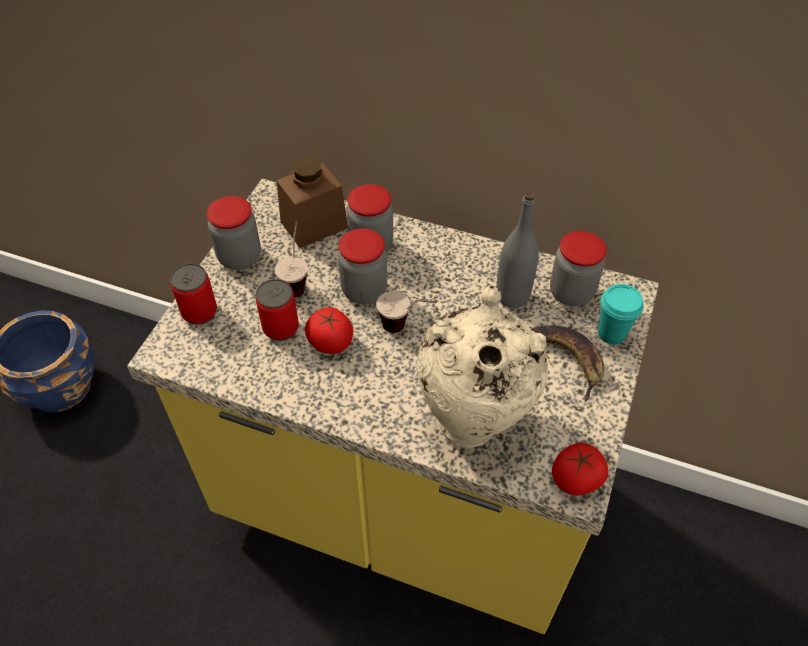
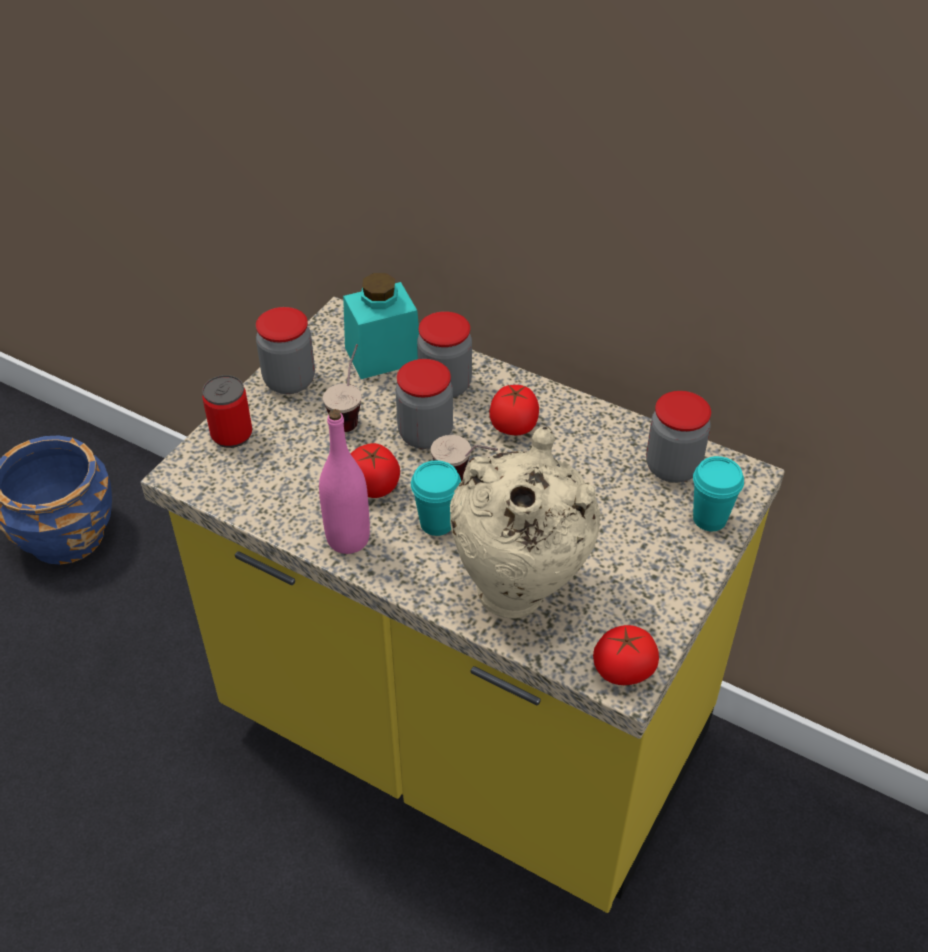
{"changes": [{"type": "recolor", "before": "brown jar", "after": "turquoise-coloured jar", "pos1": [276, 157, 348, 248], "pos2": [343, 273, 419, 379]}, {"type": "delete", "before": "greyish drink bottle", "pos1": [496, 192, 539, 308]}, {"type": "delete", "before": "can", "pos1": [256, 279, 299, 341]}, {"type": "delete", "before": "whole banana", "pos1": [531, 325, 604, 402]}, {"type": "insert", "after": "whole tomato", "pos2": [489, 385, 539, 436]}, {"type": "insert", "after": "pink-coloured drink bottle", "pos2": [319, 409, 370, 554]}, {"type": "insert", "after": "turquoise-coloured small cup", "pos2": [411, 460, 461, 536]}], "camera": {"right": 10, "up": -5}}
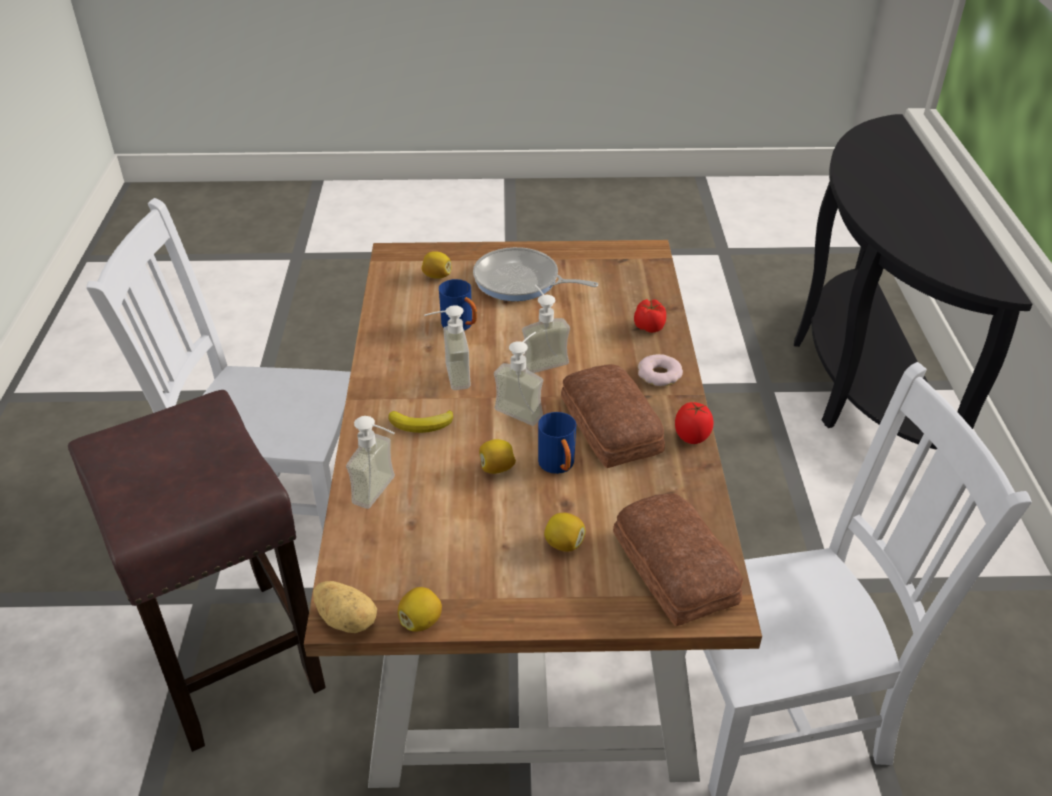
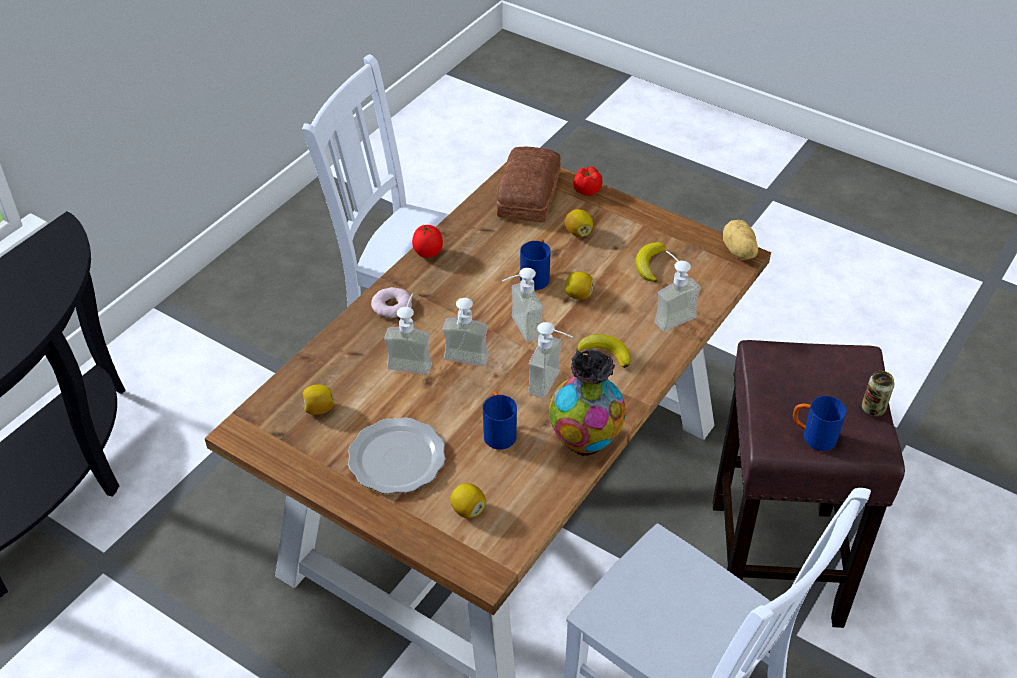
{"changes": [{"type": "replace", "before": "frying pan", "after": "dinner plate", "pos1": [473, 247, 598, 301], "pos2": [348, 418, 445, 494]}, {"type": "move", "before": "whole tomato", "pos1": [634, 299, 666, 333], "pos2": [573, 167, 602, 196]}, {"type": "delete", "before": "bread", "pos1": [561, 364, 665, 468]}, {"type": "move", "before": "citrus fruit", "pos1": [398, 587, 442, 632], "pos2": [303, 384, 335, 415]}, {"type": "insert", "after": "whole banana", "pos2": [635, 242, 666, 283]}, {"type": "insert", "after": "soap dispenser", "pos2": [384, 294, 432, 375]}, {"type": "insert", "after": "flower vase", "pos2": [549, 349, 626, 456]}, {"type": "insert", "after": "can", "pos2": [862, 371, 895, 416]}, {"type": "insert", "after": "blue-coloured coffee mug", "pos2": [793, 396, 846, 451]}], "camera": {"right": -145, "up": 5}}
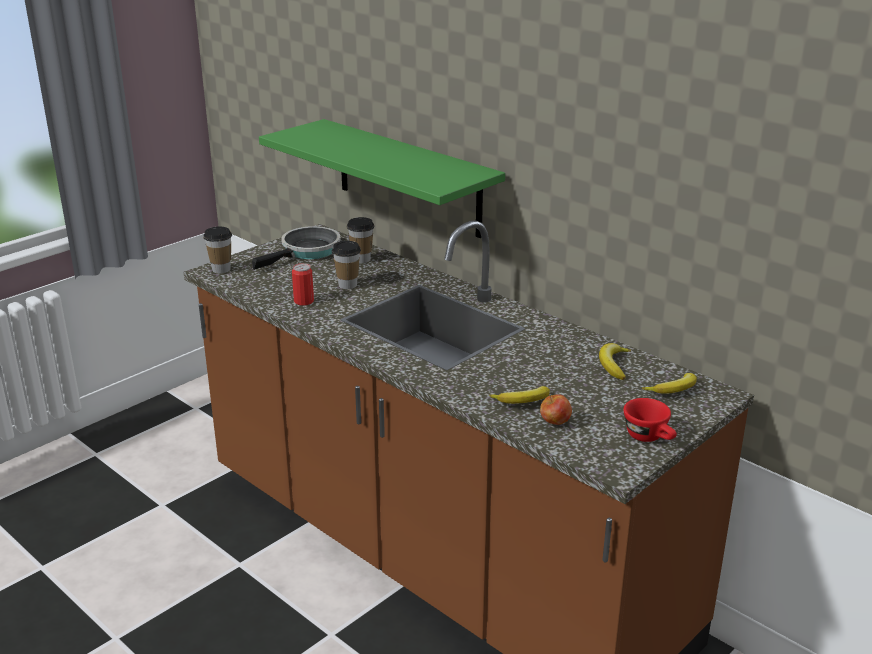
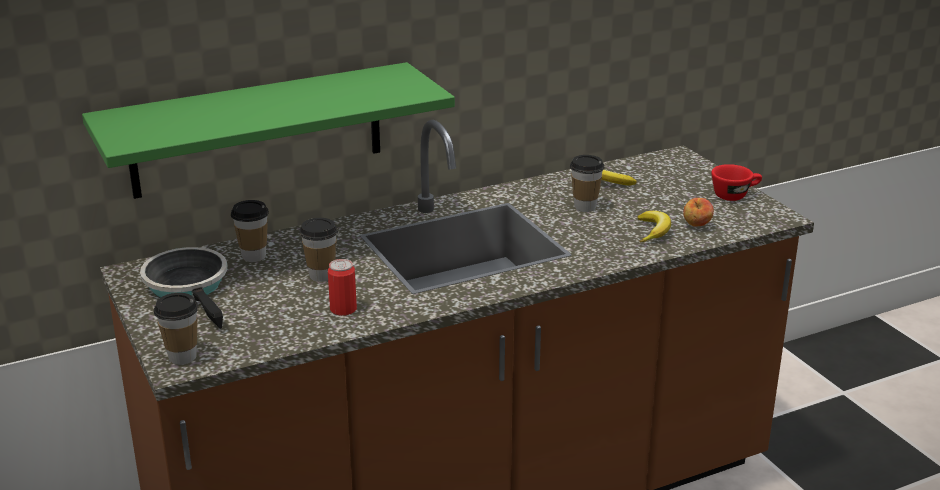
{"changes": [{"type": "delete", "before": "whole banana", "pos1": [642, 373, 697, 394]}, {"type": "insert", "after": "small cup", "pos2": [570, 155, 605, 212]}], "camera": {"right": -70, "up": 0}}
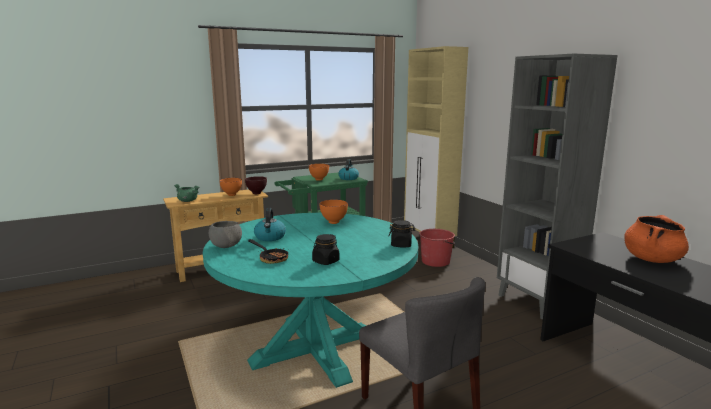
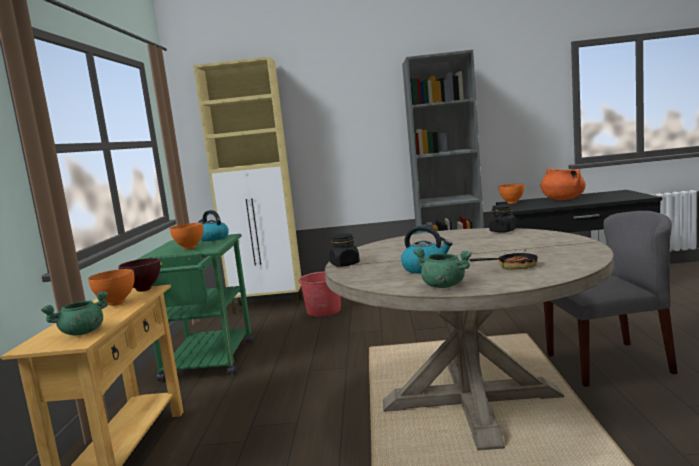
{"changes": [{"type": "move", "before": "orangey bowl", "pos1": [320, 200, 348, 224], "pos2": [498, 184, 524, 204]}, {"type": "recolor", "before": "turquoise-coloured kitchen table", "after": "sand-coloured kitchen table", "pos1": [203, 213, 418, 388], "pos2": [325, 228, 614, 450]}, {"type": "replace", "before": "greyish bowl", "after": "greenish cooking pot", "pos1": [209, 221, 242, 248], "pos2": [413, 248, 472, 288]}, {"type": "move", "before": "black jar", "pos1": [312, 234, 340, 265], "pos2": [329, 233, 360, 266]}], "camera": {"right": -60, "up": -5}}
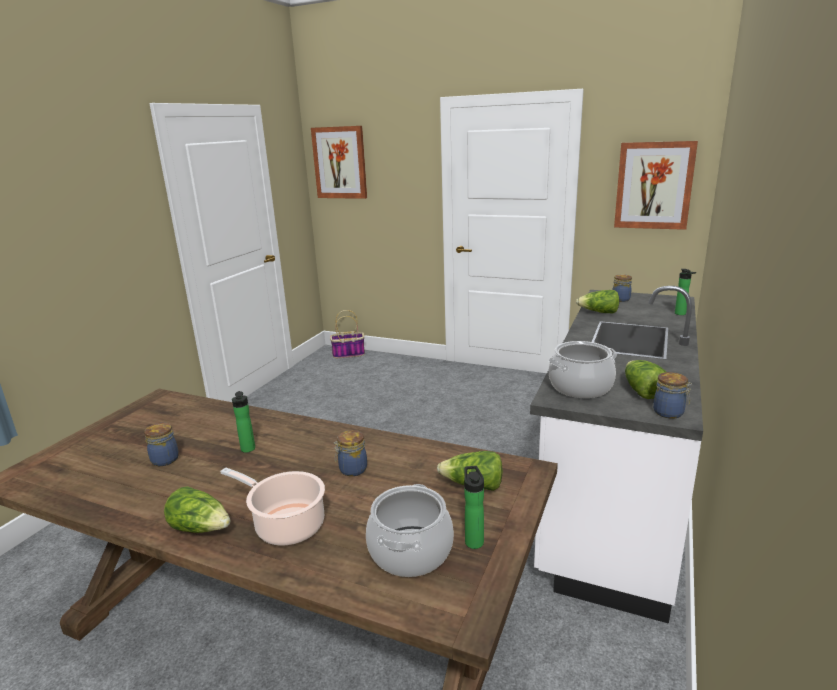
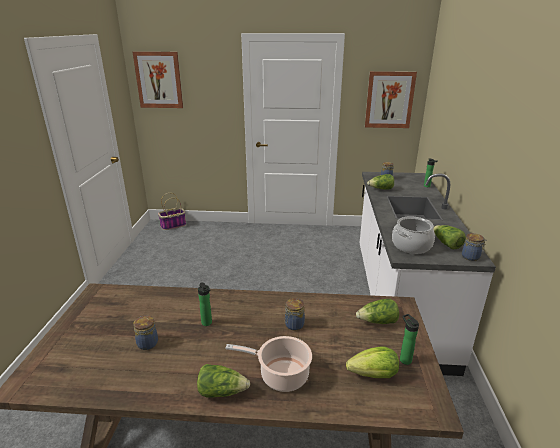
{"changes": [{"type": "replace", "before": "cooking pot", "after": "lettuce", "pos1": [366, 484, 454, 577], "pos2": [346, 347, 399, 378]}], "camera": {"right": -20, "up": 5}}
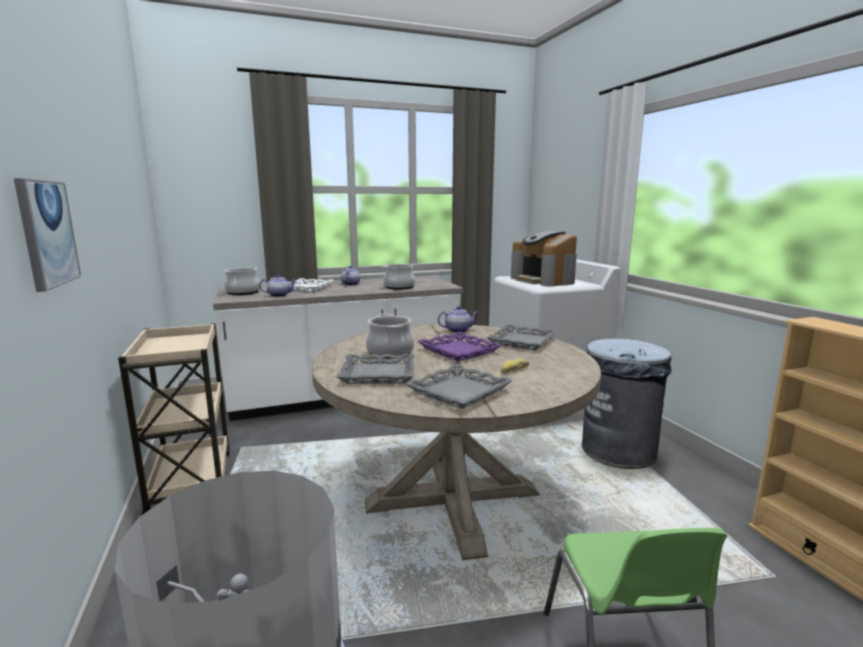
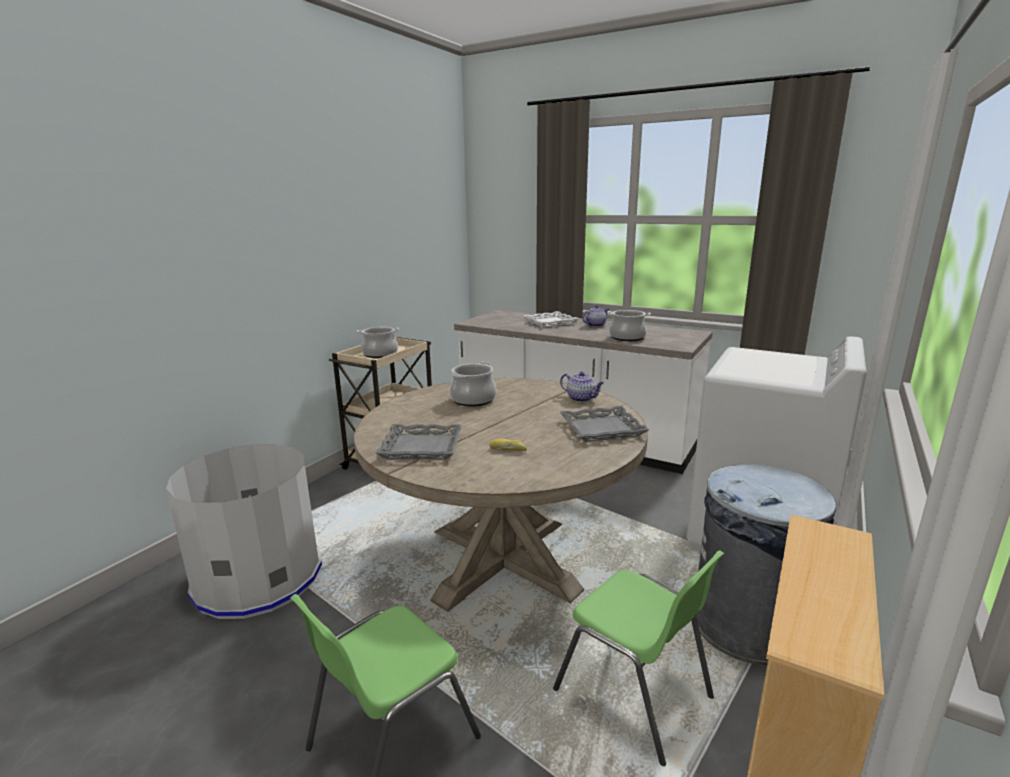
{"changes": [{"type": "delete", "before": "picture", "pos1": [14, 178, 81, 292]}, {"type": "delete", "before": "coffee maker", "pos1": [511, 231, 577, 287]}, {"type": "move", "before": "cooking pot", "pos1": [223, 266, 260, 295], "pos2": [357, 327, 399, 358]}, {"type": "delete", "before": "tea pot", "pos1": [259, 274, 297, 297]}, {"type": "delete", "before": "purple-coloured tray", "pos1": [418, 332, 502, 361]}, {"type": "delete", "before": "greyish tray", "pos1": [337, 354, 414, 384]}, {"type": "insert", "after": "greenish upright chair", "pos2": [553, 550, 724, 766]}], "camera": {"right": 50, "up": 5}}
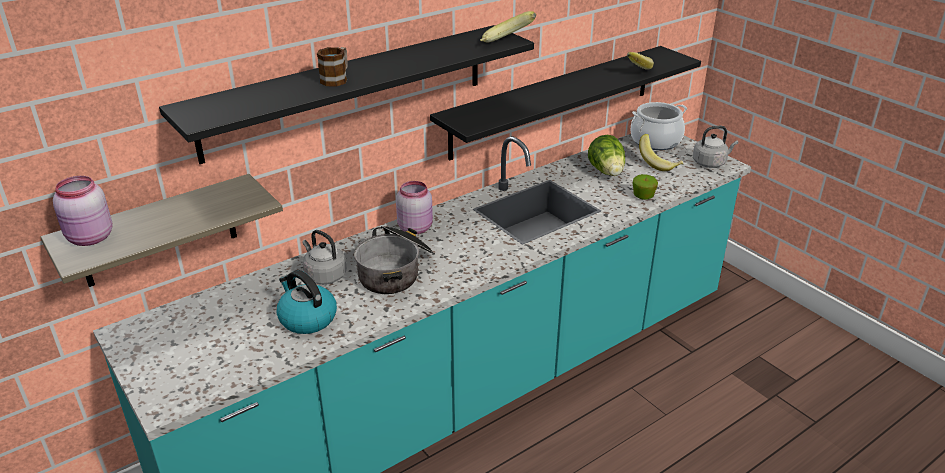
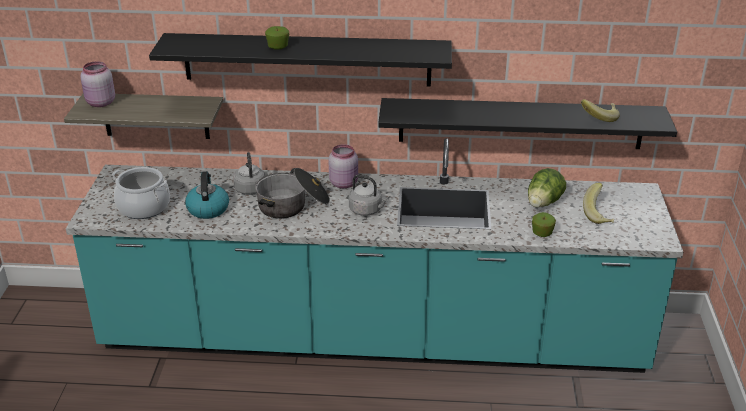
{"changes": [{"type": "delete", "before": "whole banana", "pos1": [480, 11, 536, 42]}, {"type": "replace", "before": "coffee mug", "after": "apple", "pos1": [317, 47, 348, 86], "pos2": [265, 26, 289, 50]}, {"type": "move", "before": "cooking pot", "pos1": [631, 102, 687, 150], "pos2": [112, 167, 170, 219]}, {"type": "move", "before": "greyish water kettle", "pos1": [693, 126, 738, 168], "pos2": [349, 174, 388, 216]}], "camera": {"right": 40, "up": 0}}
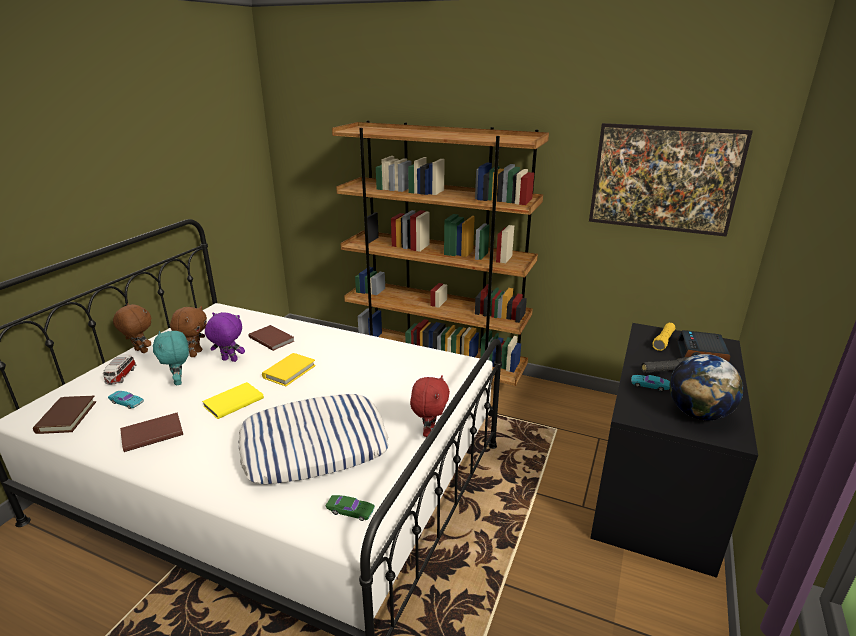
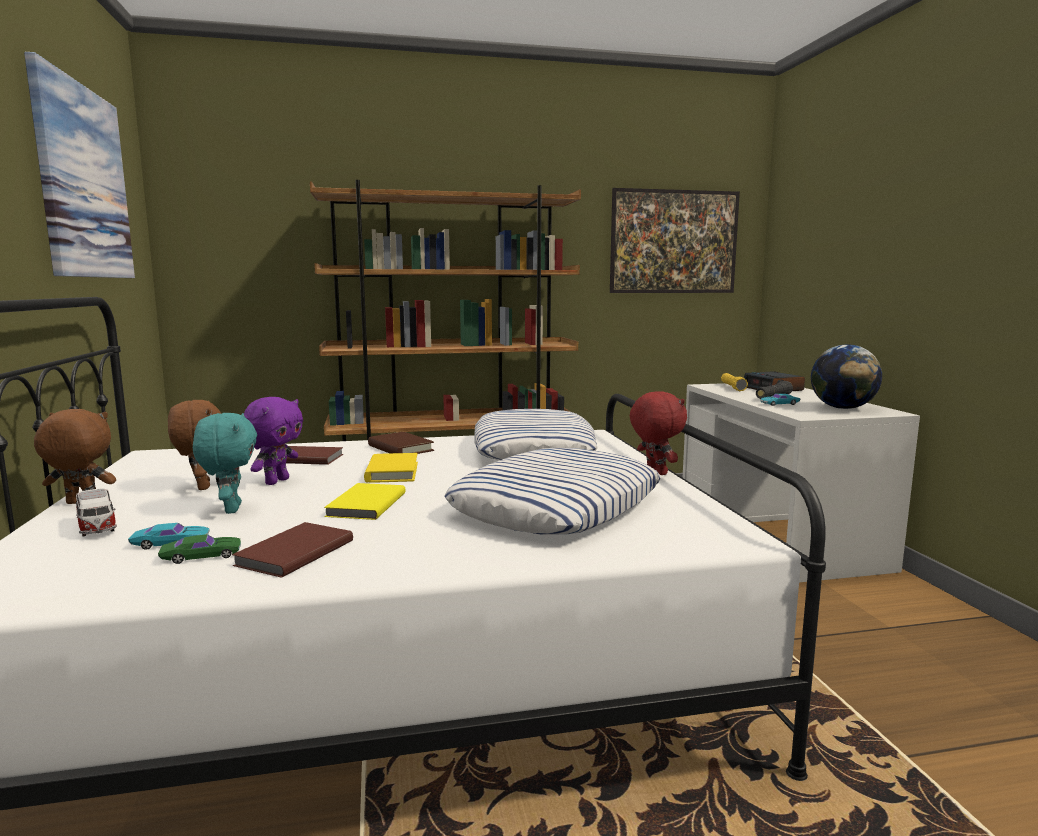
{"changes": [{"type": "rotate", "before": "purple-coloured plush toy", "pos1": [205, 312, 245, 362], "pos2": [244, 397, 303, 485], "turn": 135}, {"type": "recolor", "before": "black desk table", "after": "white-coloured desk table", "pos1": [590, 323, 758, 578], "pos2": [683, 383, 920, 582]}, {"type": "rotate", "before": "turquoise-coloured plush toy", "pos1": [153, 331, 189, 385], "pos2": [193, 413, 257, 514], "turn": -135}, {"type": "move", "before": "brown book", "pos1": [33, 396, 96, 434], "pos2": [368, 432, 434, 454]}, {"type": "move", "before": "greenish model car", "pos1": [326, 495, 375, 521], "pos2": [158, 534, 241, 564]}, {"type": "insert", "after": "picture", "pos2": [24, 52, 135, 278]}, {"type": "insert", "after": "throw pillow", "pos2": [474, 409, 598, 460]}], "camera": {"right": -35, "up": -15}}
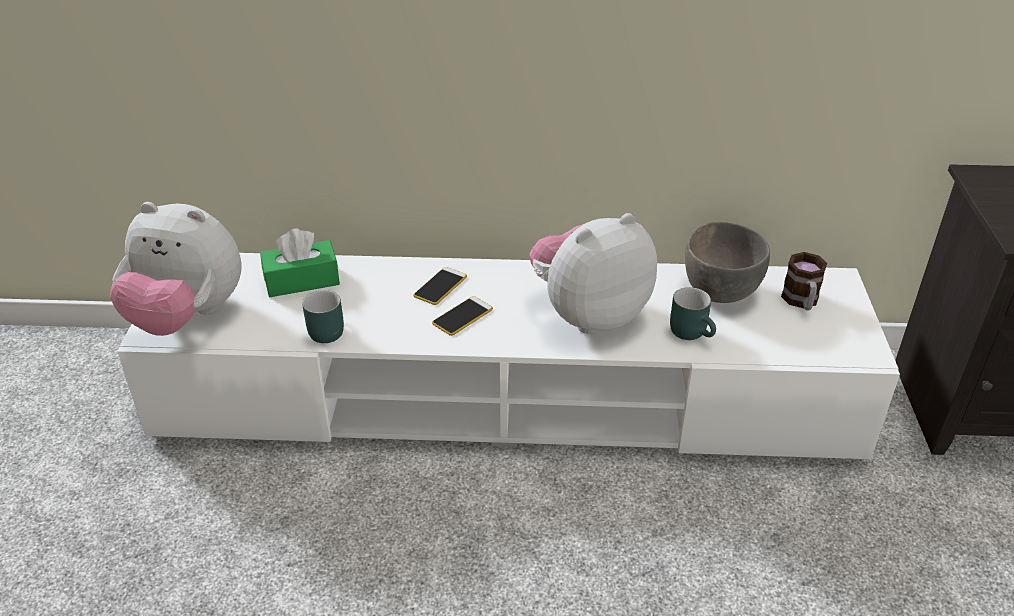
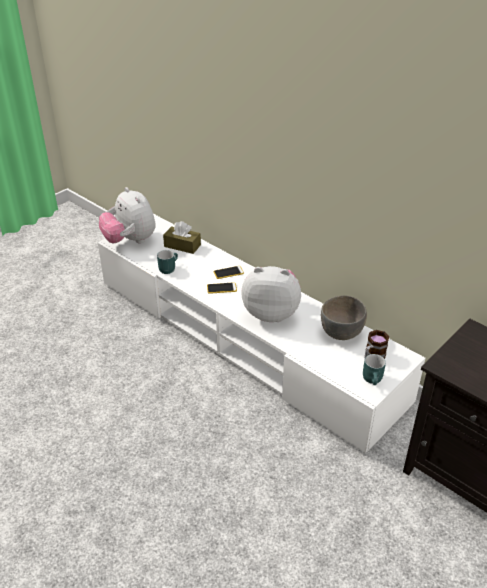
{"changes": [{"type": "recolor", "before": "greenish box of tissues", "after": "brown box of tissues", "pos1": [260, 228, 340, 297], "pos2": [163, 221, 201, 254]}, {"type": "move", "before": "turquoise-coloured coffee mug", "pos1": [670, 287, 716, 340], "pos2": [363, 354, 386, 385]}], "camera": {"right": 40, "up": 0}}
